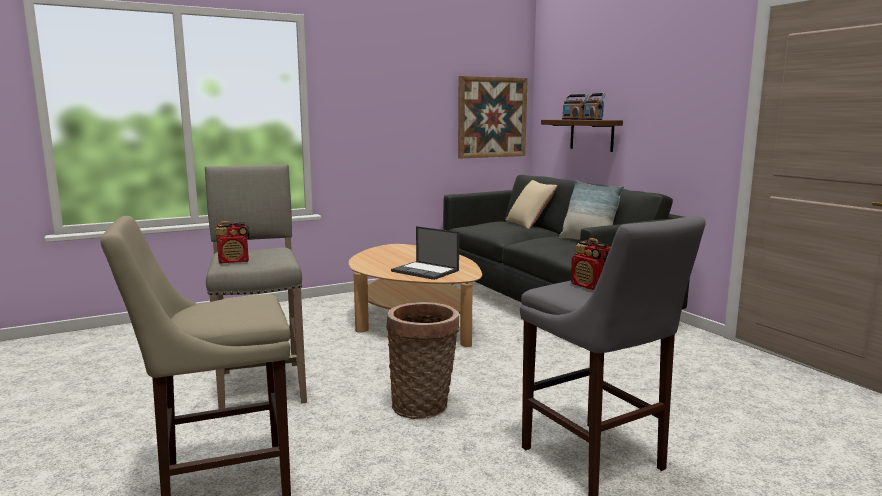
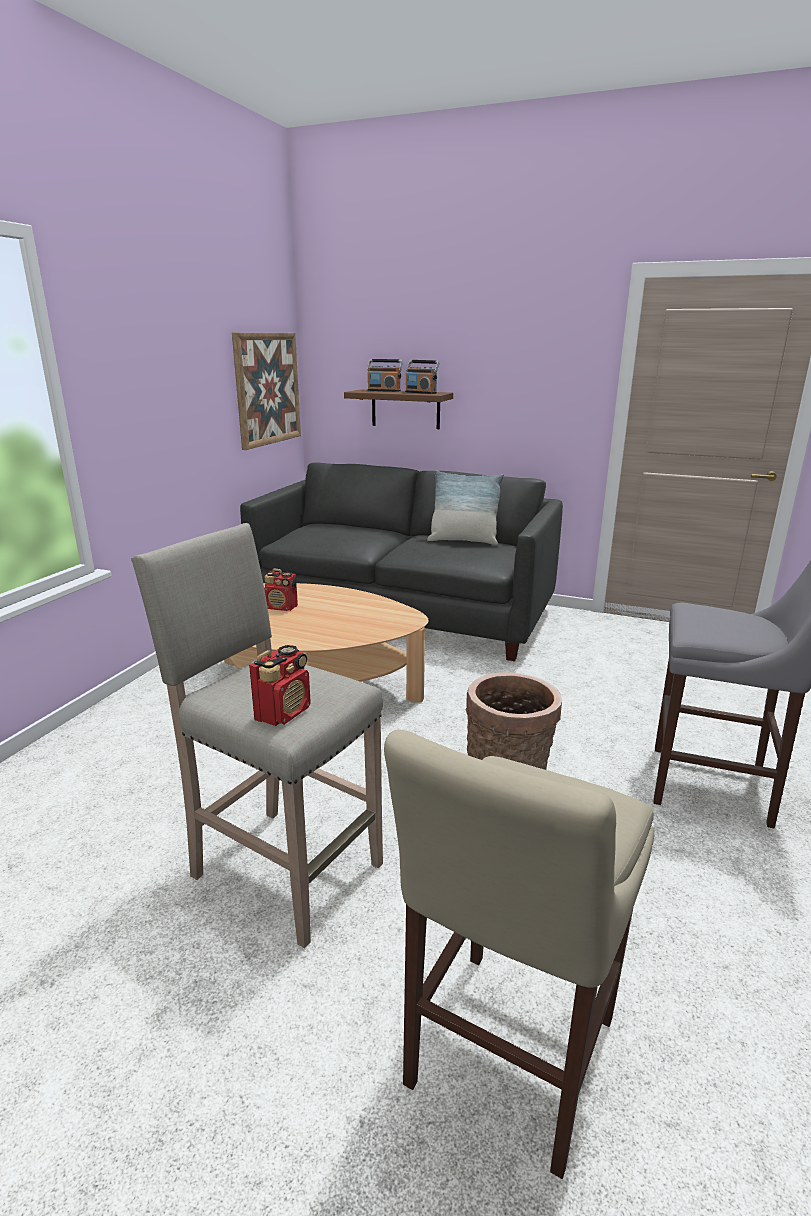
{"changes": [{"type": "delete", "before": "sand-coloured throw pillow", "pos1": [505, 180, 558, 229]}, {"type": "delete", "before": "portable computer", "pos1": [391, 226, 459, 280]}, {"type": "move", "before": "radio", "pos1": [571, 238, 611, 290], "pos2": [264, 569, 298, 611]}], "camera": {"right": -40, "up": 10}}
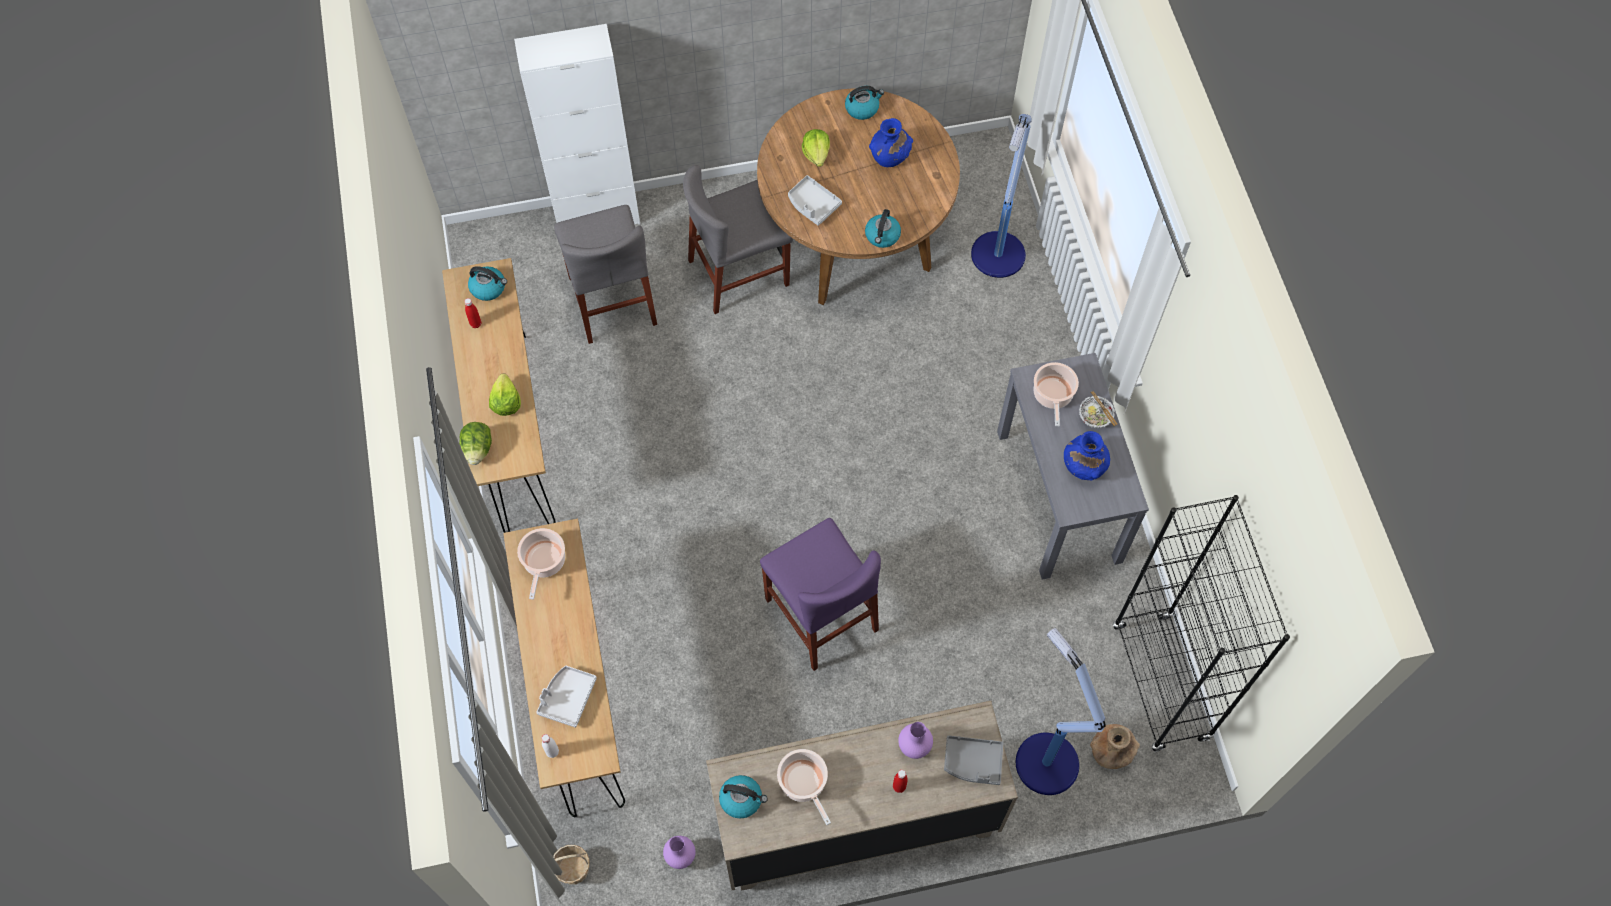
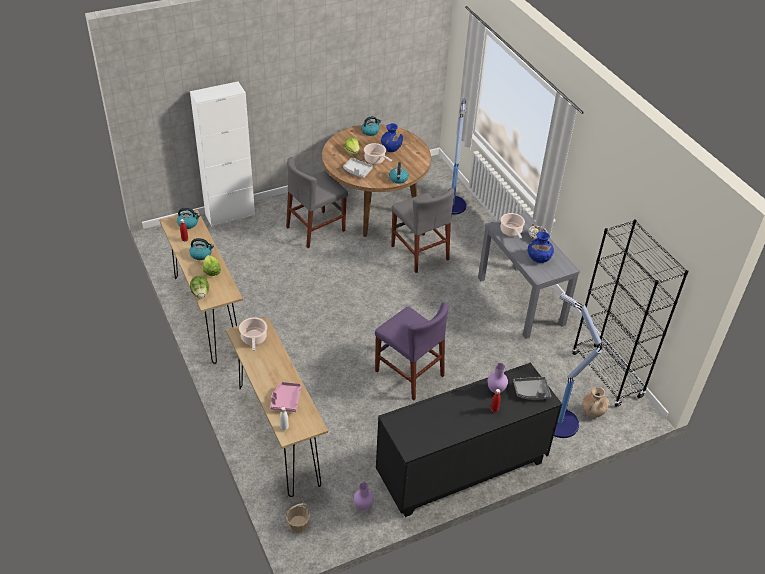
{"changes": [{"type": "move", "before": "greyish upright chair", "pos1": [554, 205, 657, 344], "pos2": [391, 188, 454, 273]}, {"type": "recolor", "before": "greyish tray", "after": "pink-coloured tray", "pos1": [536, 666, 597, 728], "pos2": [270, 382, 302, 412]}, {"type": "recolor", "before": "sand-coloured drawer chest", "after": "black drawer chest", "pos1": [706, 701, 1018, 891], "pos2": [376, 362, 562, 517]}, {"type": "move", "before": "cooking pot", "pos1": [777, 749, 831, 825], "pos2": [364, 143, 392, 164]}, {"type": "move", "before": "water kettle", "pos1": [719, 775, 768, 819], "pos2": [189, 238, 214, 260]}], "camera": {"right": -15, "up": -20}}
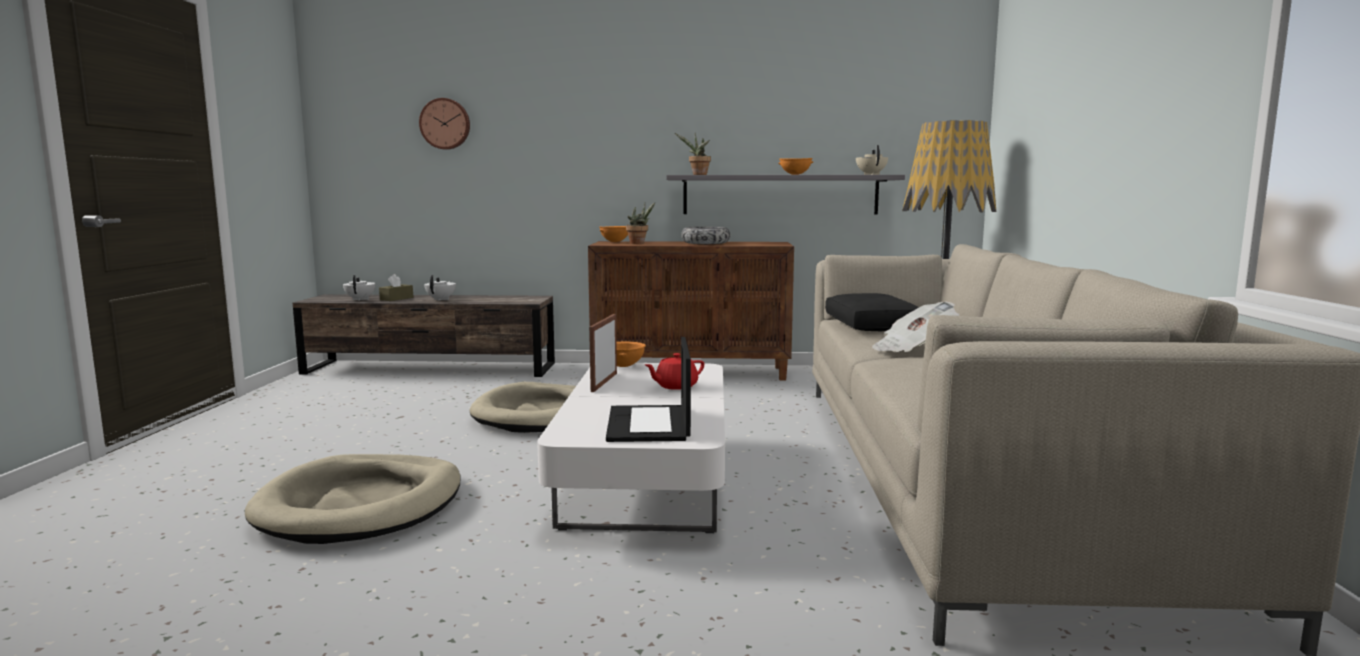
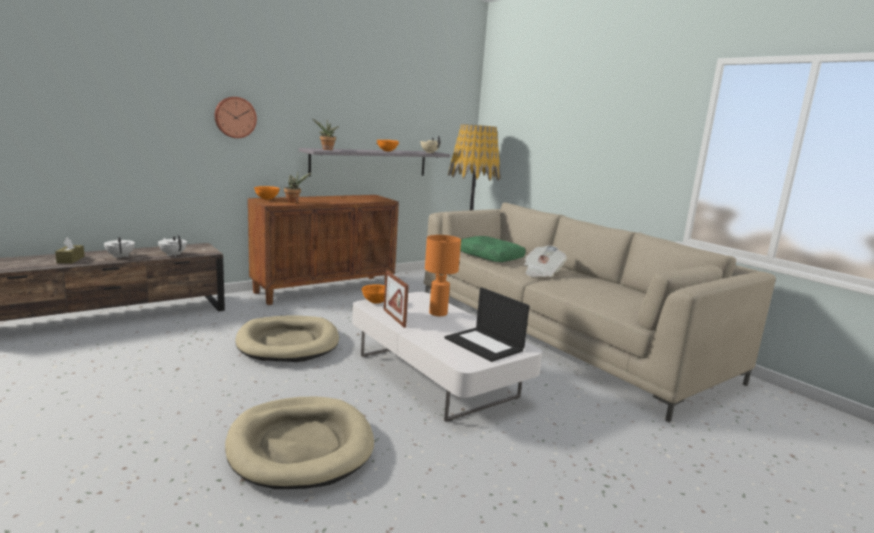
{"changes": [{"type": "move", "before": "hanging clock", "pos1": [419, 98, 470, 150], "pos2": [215, 97, 257, 138]}, {"type": "delete", "before": "bowl", "pos1": [681, 226, 731, 244]}, {"type": "move", "before": "white-coloured tea pot", "pos1": [343, 275, 375, 301], "pos2": [158, 235, 187, 256]}, {"type": "recolor", "before": "black throw pillow", "after": "greenish throw pillow", "pos1": [825, 293, 919, 331], "pos2": [460, 236, 526, 262]}, {"type": "replace", "before": "reddish tea pot", "after": "orangey lamp for a table", "pos1": [645, 353, 704, 390], "pos2": [425, 235, 461, 316]}], "camera": {"right": -40, "up": 5}}
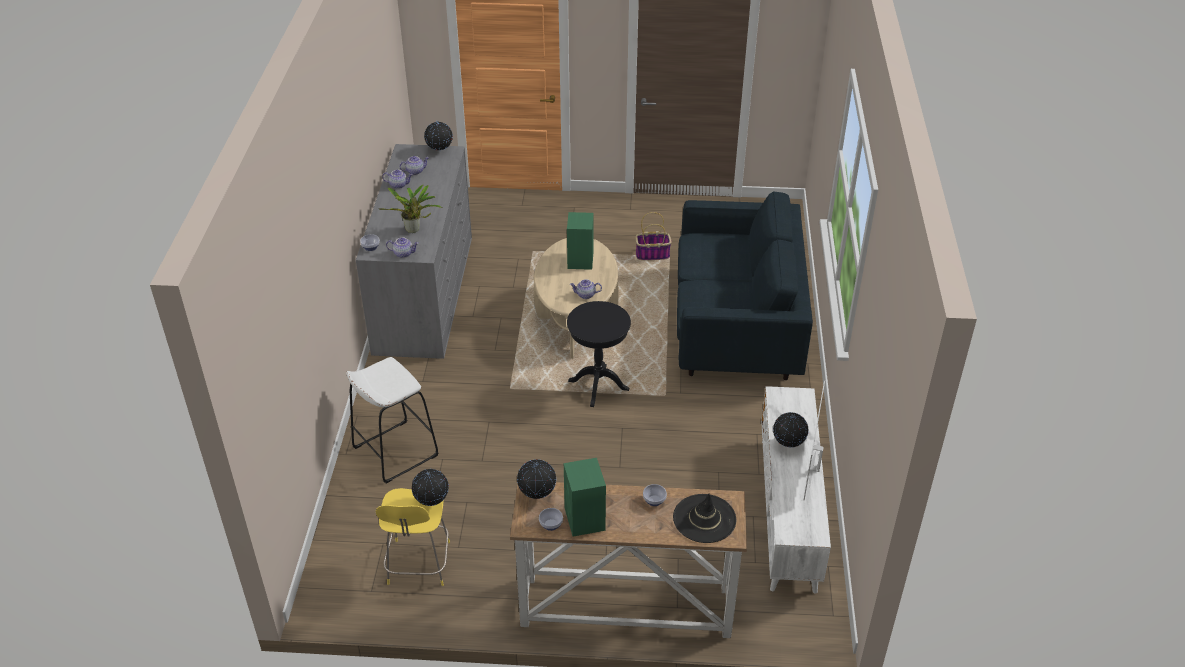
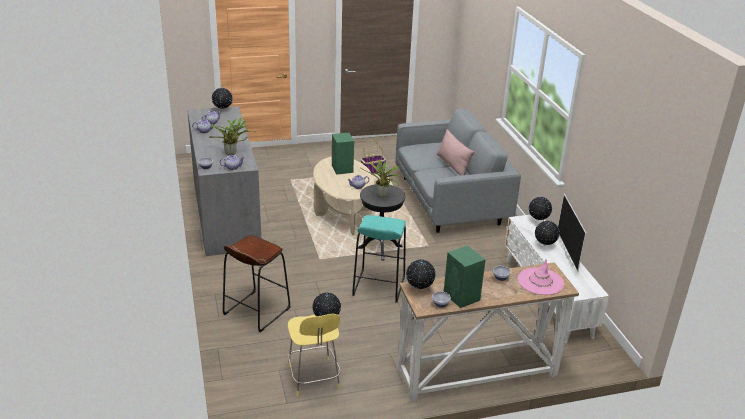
{"changes": [{"type": "recolor", "before": "blue-coloured settee", "after": "greyish settee", "pos1": [677, 191, 813, 380], "pos2": [396, 108, 521, 233]}, {"type": "recolor", "before": "white-coloured sitting stool", "after": "brown sitting stool", "pos1": [346, 357, 439, 483], "pos2": [223, 235, 290, 332]}, {"type": "recolor", "before": "black clothing hat", "after": "pink-coloured clothing hat", "pos1": [673, 494, 736, 543], "pos2": [518, 259, 564, 295]}, {"type": "insert", "after": "pink-coloured throw pillow", "pos2": [437, 129, 474, 176]}, {"type": "insert", "after": "potted plant", "pos2": [361, 160, 400, 197]}, {"type": "insert", "after": "world globe", "pos2": [529, 196, 552, 221]}, {"type": "insert", "after": "turquoise-coloured sitting stool", "pos2": [352, 215, 406, 303]}], "camera": {"right": -20, "up": -10}}
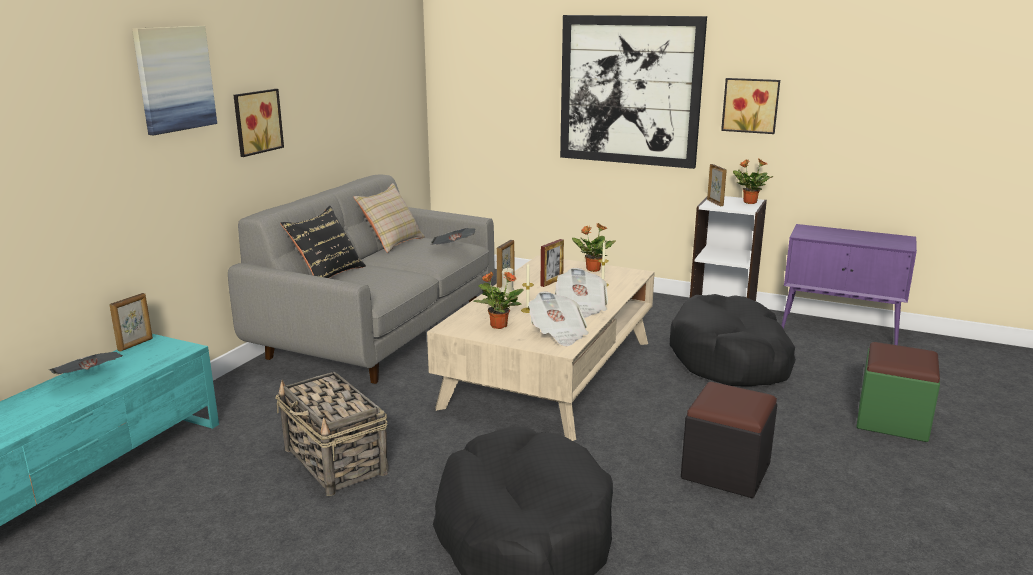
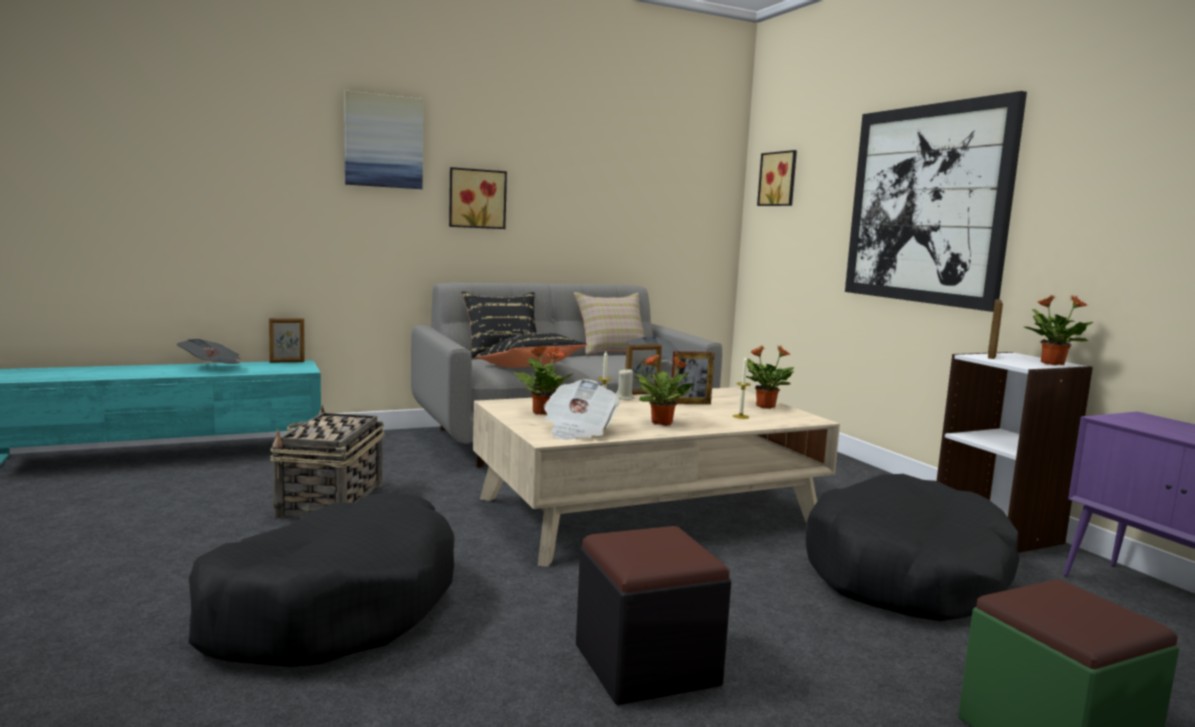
{"changes": [{"type": "move", "before": "picture", "pos1": [721, 78, 780, 134], "pos2": [757, 150, 797, 206]}, {"type": "replace", "before": "printed paper", "after": "potted plant", "pos1": [554, 268, 608, 318], "pos2": [636, 354, 694, 426]}, {"type": "insert", "after": "black throw pillow", "pos2": [475, 333, 587, 368]}], "camera": {"right": 40, "up": -10}}
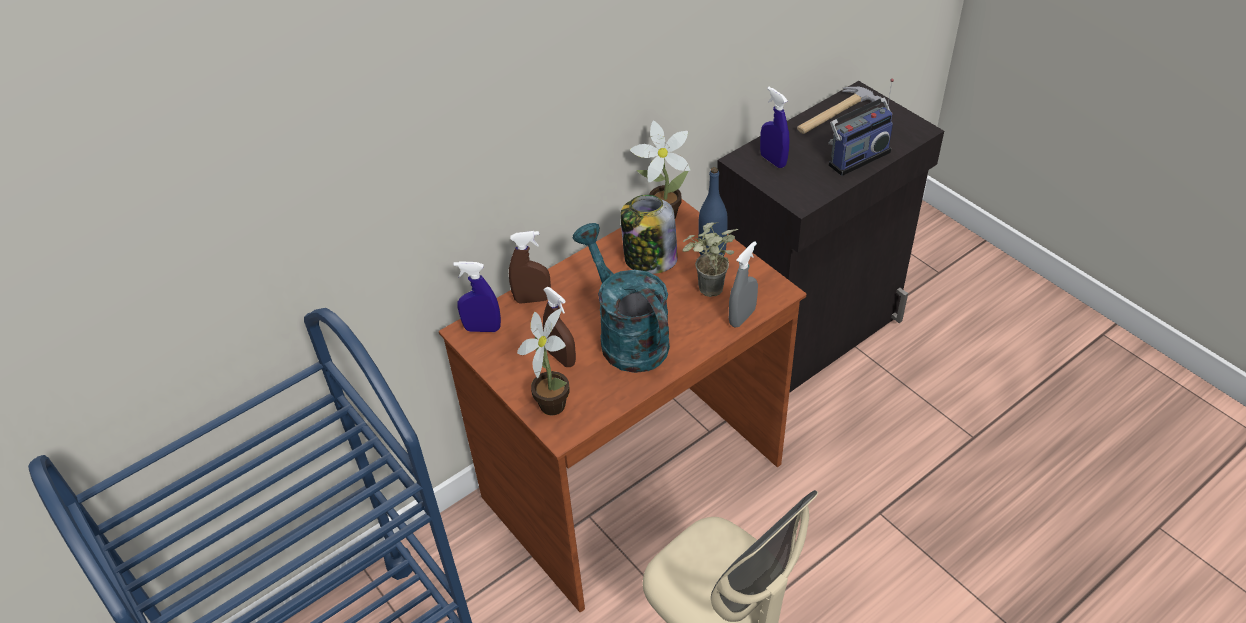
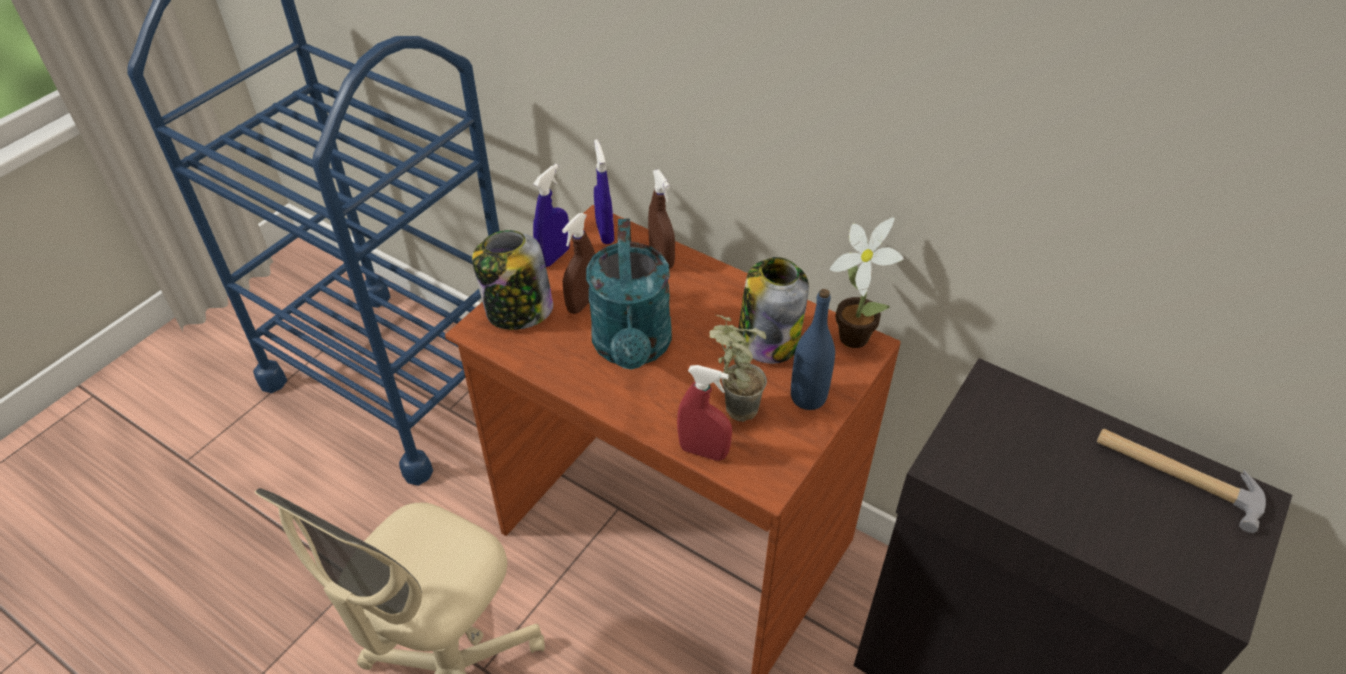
{"changes": [{"type": "delete", "before": "radio", "pos1": [828, 79, 894, 176]}, {"type": "move", "before": "blue-coloured sprayer", "pos1": [760, 87, 789, 168], "pos2": [533, 164, 570, 267]}, {"type": "rotate", "before": "turquoise-coloured sprinkling can", "pos1": [572, 223, 670, 373], "pos2": [586, 218, 672, 369], "turn": 135}, {"type": "recolor", "before": "greyish sprayer", "after": "reddish sprayer", "pos1": [729, 241, 758, 328], "pos2": [677, 365, 732, 461]}, {"type": "replace", "before": "potted plant", "after": "jar", "pos1": [517, 308, 570, 415], "pos2": [472, 230, 553, 330]}], "camera": {"right": 70, "up": 0}}
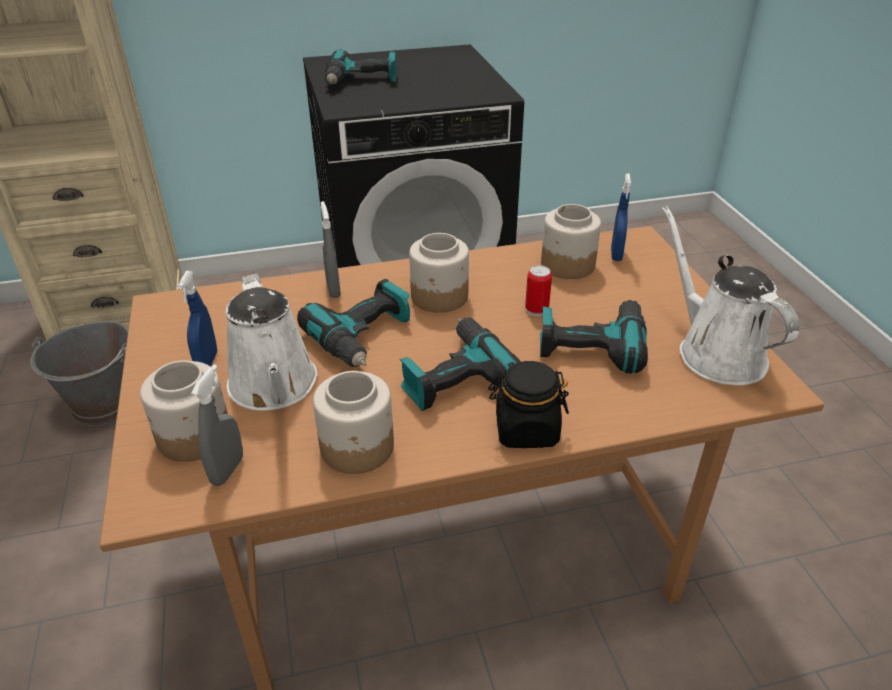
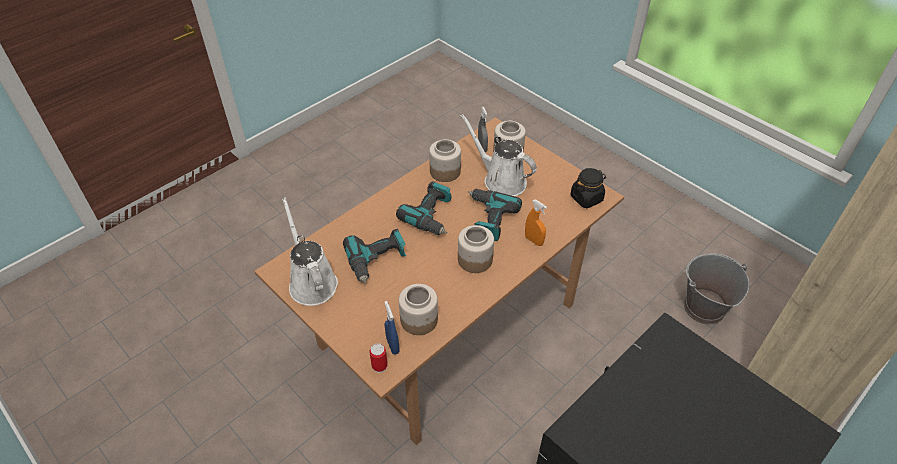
{"changes": [{"type": "delete", "before": "power drill", "pos1": [325, 49, 396, 86]}, {"type": "recolor", "before": "greyish sprayer", "after": "orangey sprayer", "pos1": [321, 201, 341, 298], "pos2": [525, 200, 547, 246]}, {"type": "rotate", "before": "white-coloured sprinkling can", "pos1": [662, 206, 799, 385], "pos2": [282, 197, 338, 306], "turn": -150}, {"type": "move", "before": "can", "pos1": [525, 265, 552, 316], "pos2": [369, 343, 388, 373]}, {"type": "delete", "before": "blue-coloured sprayer", "pos1": [178, 271, 217, 366]}, {"type": "move", "before": "black jar", "pos1": [488, 361, 569, 448], "pos2": [570, 168, 606, 208]}], "camera": {"right": 150, "up": 10}}
